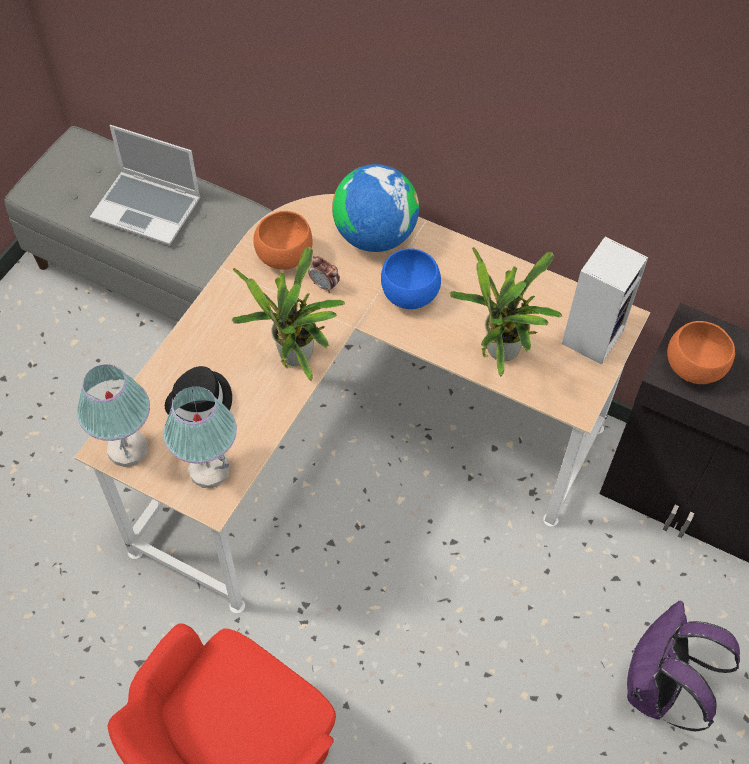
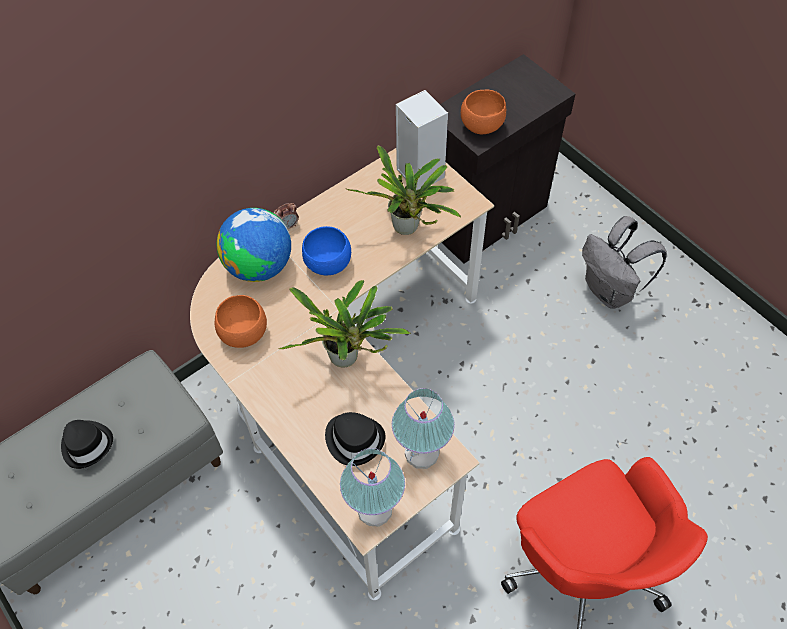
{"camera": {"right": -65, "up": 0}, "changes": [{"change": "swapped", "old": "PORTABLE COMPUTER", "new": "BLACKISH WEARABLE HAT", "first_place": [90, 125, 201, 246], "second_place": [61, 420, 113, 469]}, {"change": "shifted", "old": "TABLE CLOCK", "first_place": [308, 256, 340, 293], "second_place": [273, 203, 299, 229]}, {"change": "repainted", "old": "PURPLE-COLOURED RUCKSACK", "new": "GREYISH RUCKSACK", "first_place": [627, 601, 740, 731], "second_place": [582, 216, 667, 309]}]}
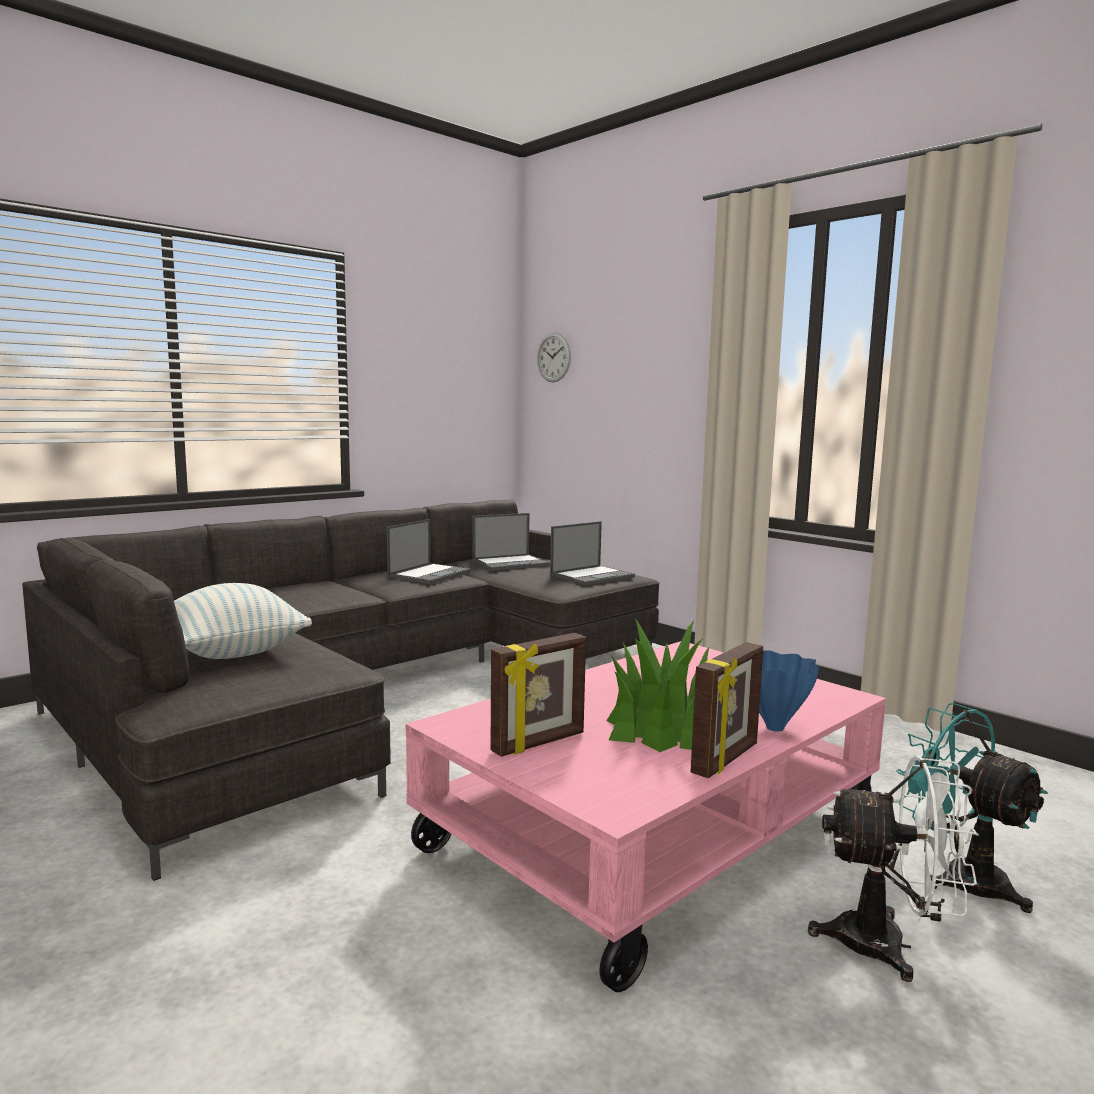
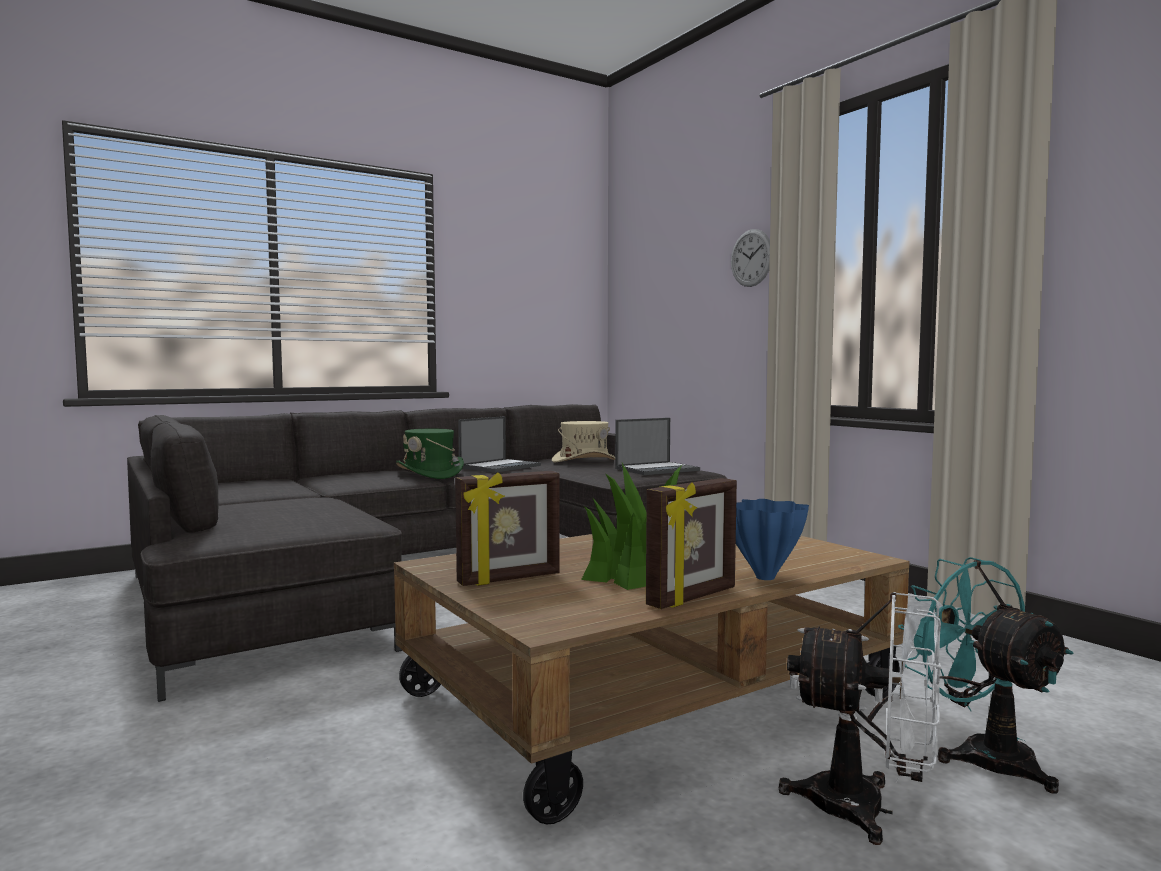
{"camera": {"right": 10, "up": -5}, "changes": [{"change": "shifted", "old": "WALL CLOCK", "first_place": [537, 332, 571, 382], "second_place": [731, 229, 770, 287]}, {"change": "swapped", "old": "PORTABLE COMPUTER", "new": "BEIGE-COLOURED WEARABLE HAT", "first_place": [473, 513, 550, 571], "second_place": [552, 421, 615, 463]}, {"change": "gone", "old": "THROW PILLOW", "first_place": [174, 583, 312, 659]}, {"change": "repainted", "old": "PINKISH LOUNGE TABLE", "new": "BROWNISH LOUNGE TABLE", "first_place": [405, 641, 886, 992], "second_place": [394, 534, 910, 824]}, {"change": "new", "new": "GREEN WEARABLE HAT", "second_place": [396, 429, 464, 479]}]}
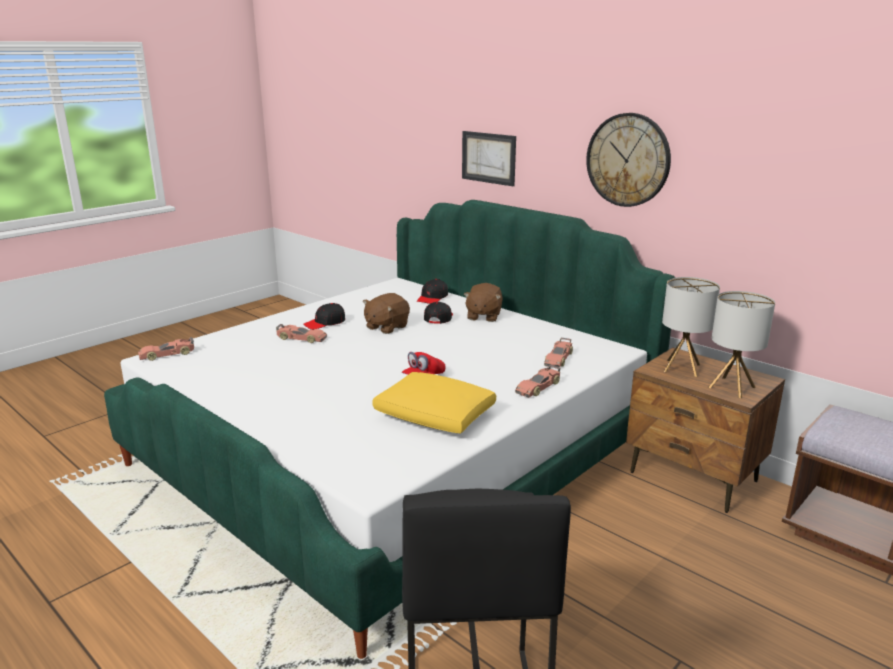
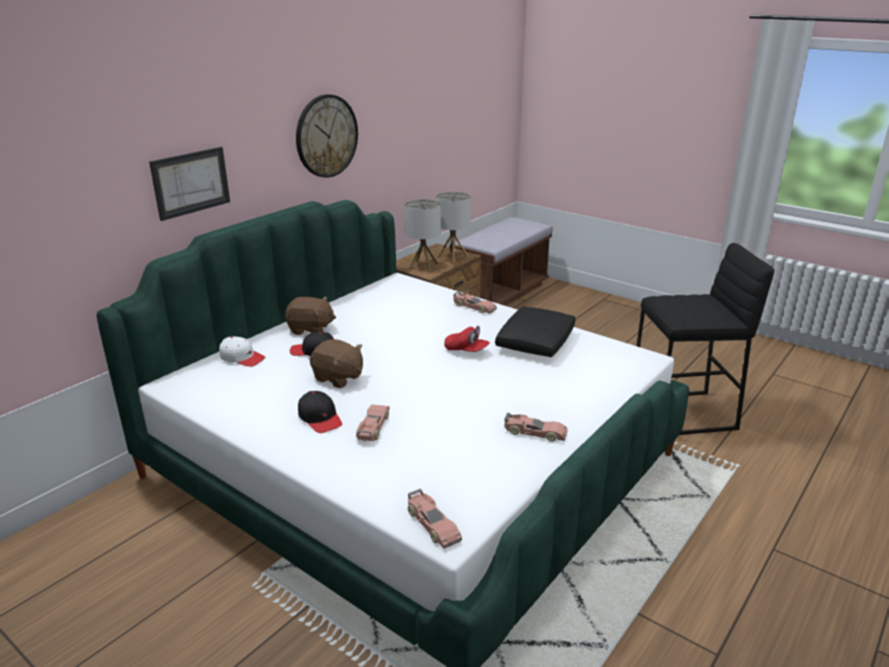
{"camera": {"right": -95, "up": 5}, "changes": [{"change": "repainted", "old": "BLACKISH BASEBALL CAP", "new": "WHITISH BASEBALL CAP", "first_place": [417, 279, 448, 304], "second_place": [219, 336, 265, 367]}, {"change": "shifted", "old": "MODEL CAR", "first_place": [544, 338, 573, 367], "second_place": [504, 413, 568, 442]}, {"change": "repainted", "old": "YELLOW-COLOURED THROW PILLOW", "new": "BLACKISH THROW PILLOW", "first_place": [372, 372, 496, 433], "second_place": [495, 306, 576, 357]}]}
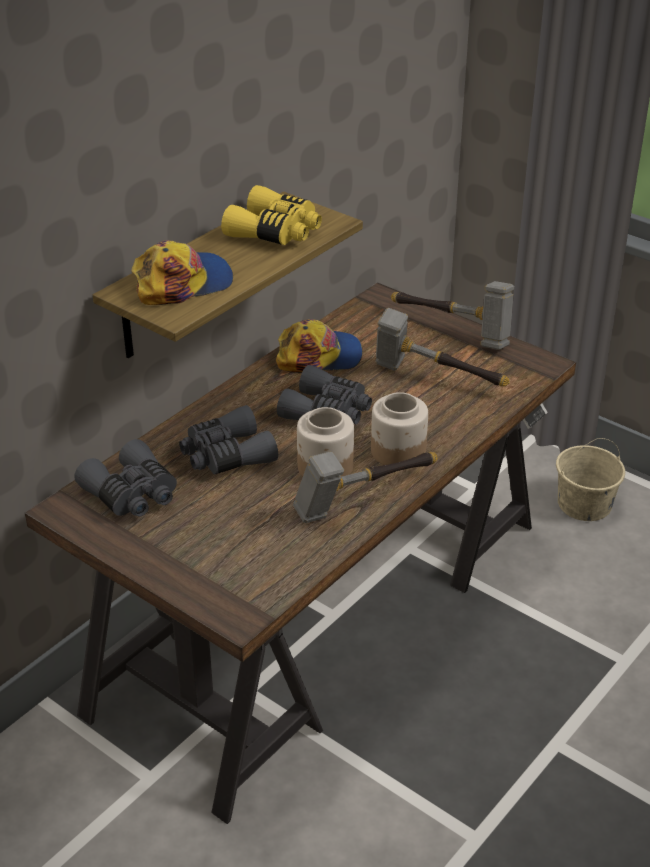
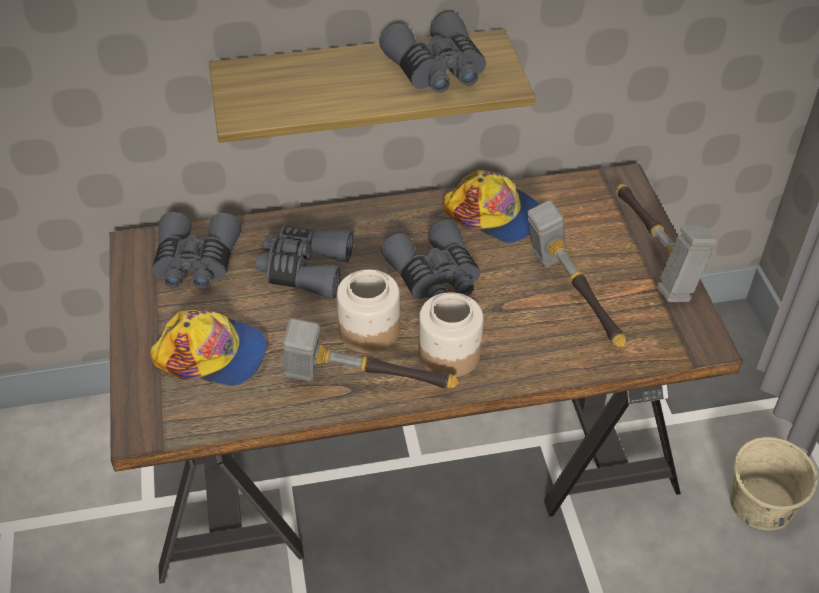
{"camera": {"right": 40, "up": 10}, "changes": [{"change": "repainted", "old": "YELLOW-COLOURED PAIR OF BINOCULARS", "new": "GREYISH PAIR OF BINOCULARS", "first_place": [221, 185, 322, 245], "second_place": [379, 12, 486, 93]}, {"change": "shifted", "old": "BASEBALL CAP", "first_place": [131, 240, 233, 305], "second_place": [150, 310, 267, 386]}]}
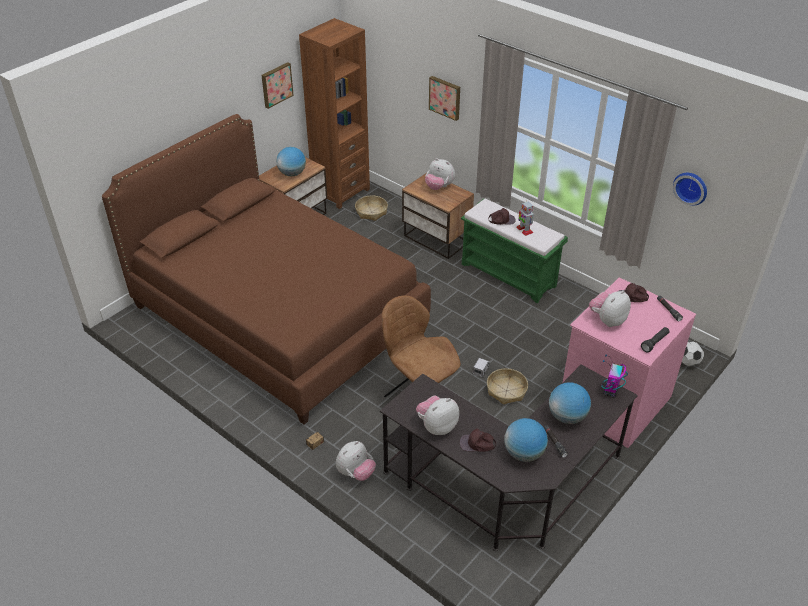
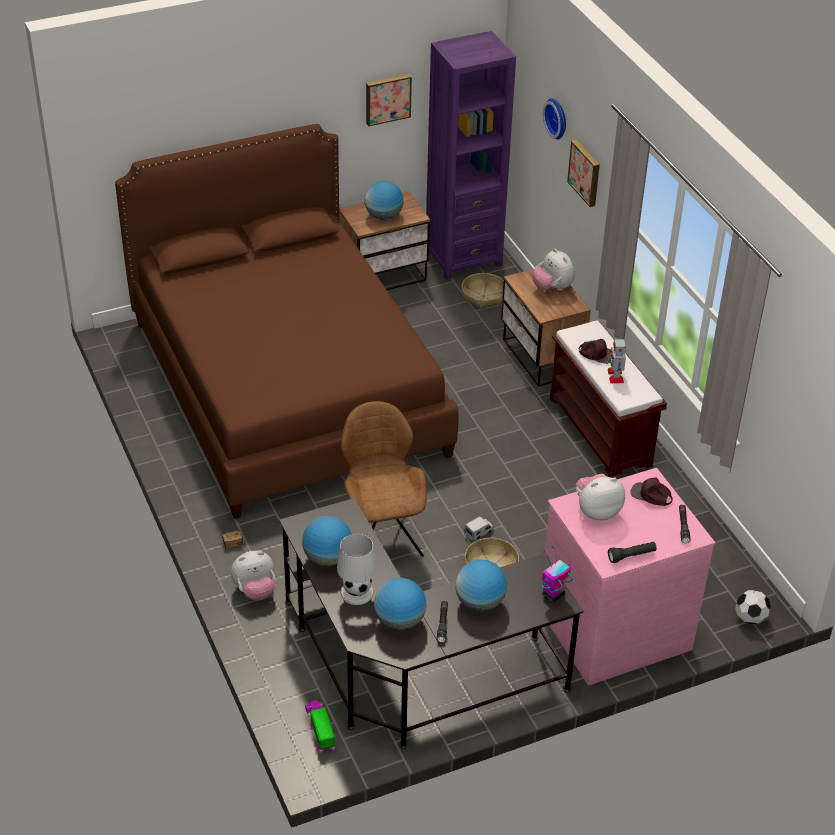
{"camera": {"right": 25, "up": 0}, "changes": [{"change": "repainted", "old": "BROWNISH SHELVING UNIT", "new": "PURPLE-COLOURED SHELVING UNIT", "first_place": [299, 18, 370, 209], "second_place": [426, 31, 516, 280]}, {"change": "shifted", "old": "WALL CLOCK", "first_place": [673, 173, 707, 206], "second_place": [543, 99, 566, 140]}, {"change": "repainted", "old": "GREEN INDOOR BENCH", "new": "BROWNISH INDOOR BENCH", "first_place": [461, 198, 568, 303], "second_place": [550, 320, 667, 478]}, {"change": "swapped", "old": "SOFT TOY", "new": "GLOBE", "first_place": [416, 395, 459, 435], "second_place": [302, 516, 352, 566]}, {"change": "swapped", "old": "BROWNISH BASEBALL CAP", "new": "WHITISH TABLE LAMP", "first_place": [460, 428, 496, 452], "second_place": [337, 534, 377, 605]}, {"change": "new", "new": "TOY LORRY", "second_place": [305, 700, 335, 753]}]}
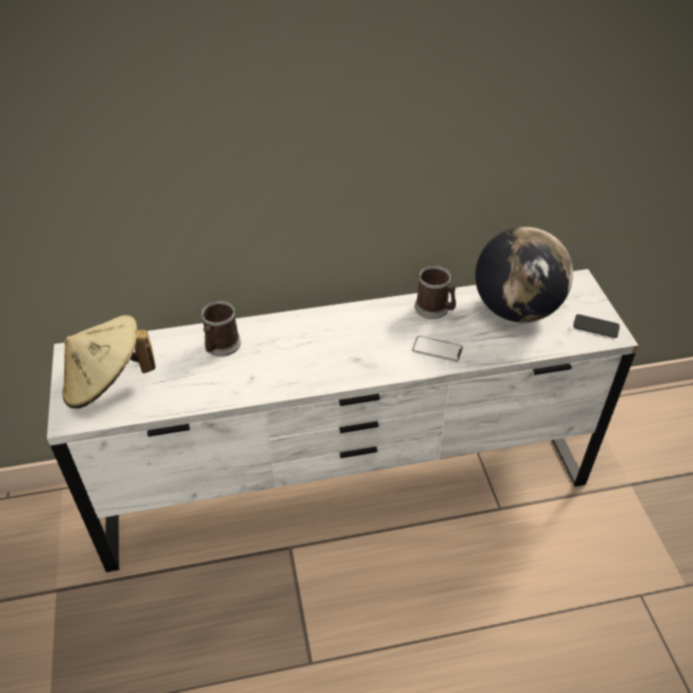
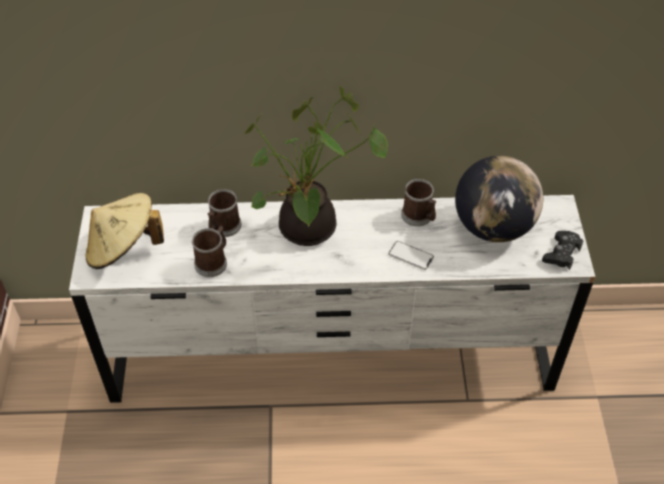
{"camera": {"right": 10, "up": 5}, "changes": [{"change": "swapped", "old": "TELEPHONE", "new": "BLACKISH JOYPAD", "first_place": [573, 314, 620, 338], "second_place": [542, 231, 583, 270]}, {"change": "new", "new": "HOUSEPLANT", "second_place": [244, 86, 388, 246]}, {"change": "new", "new": "COFFEE MUG", "second_place": [192, 226, 227, 277]}]}
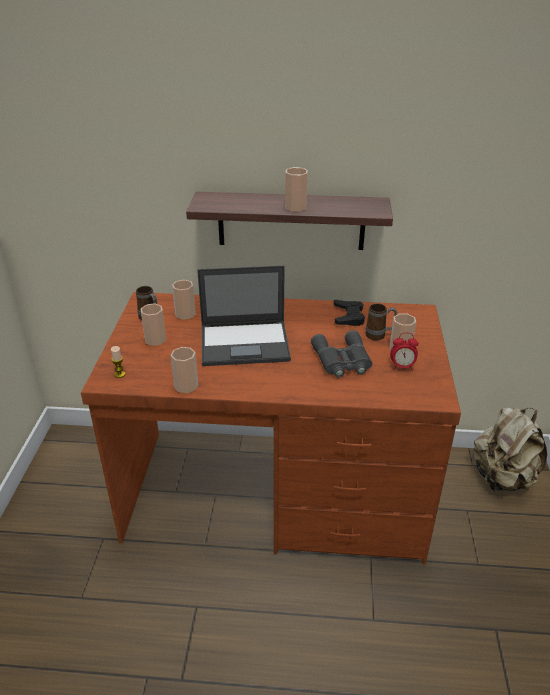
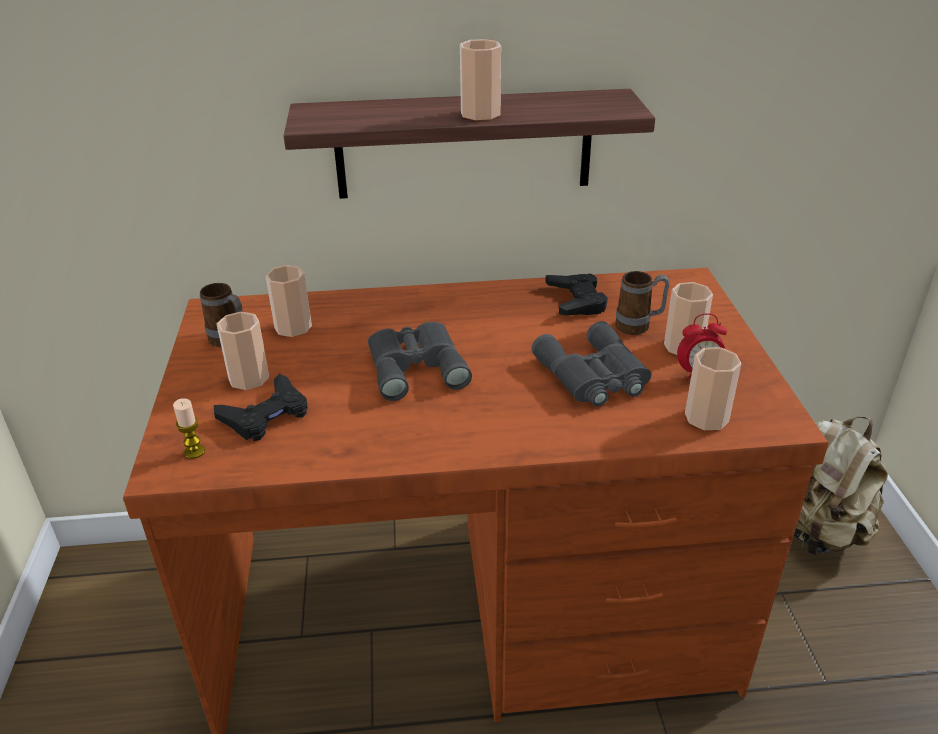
{"camera": {"right": -10, "up": 0}, "changes": [{"change": "swapped", "old": "PORTABLE COMPUTER", "new": "GREYISH PAIR OF BINOCULARS", "first_place": [197, 266, 291, 366], "second_place": [368, 322, 472, 401]}, {"change": "shifted", "old": "SMALL CUP", "first_place": [171, 347, 198, 393], "second_place": [685, 347, 741, 430]}, {"change": "new", "new": "BLACKISH JOYPAD", "second_place": [214, 374, 308, 441]}]}
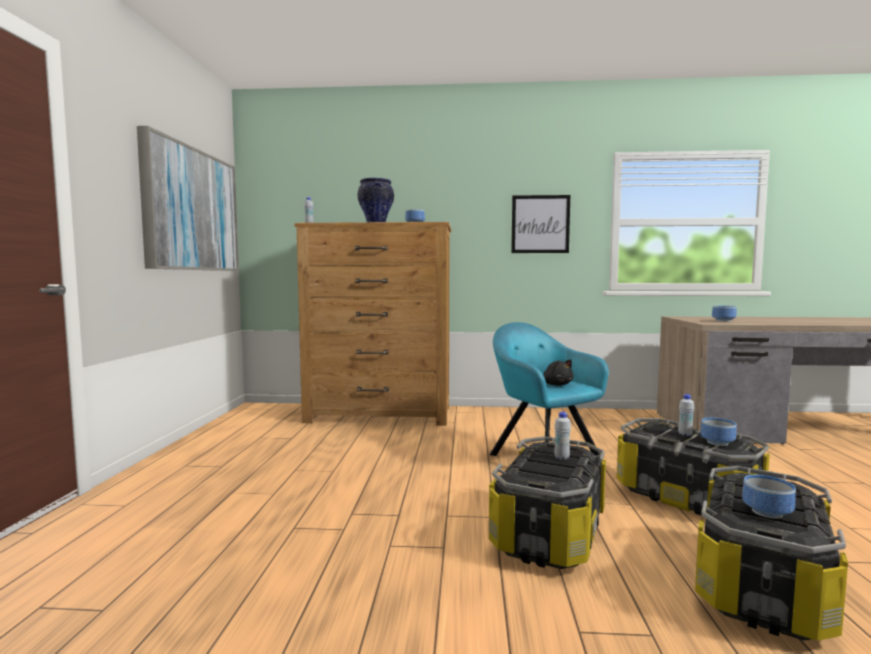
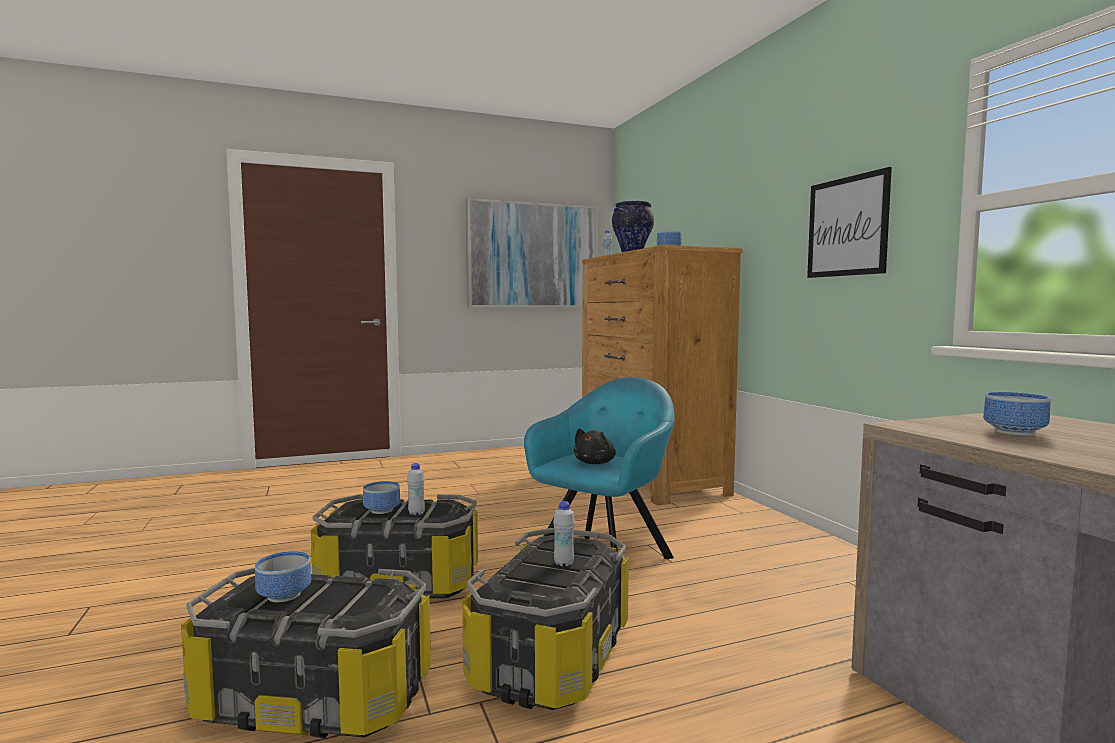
{"camera": {"right": 65, "up": 0}, "changes": [{"change": "shifted", "old": "SERVING BOWL", "first_place": [701, 418, 736, 446], "second_place": [363, 481, 400, 514]}]}
